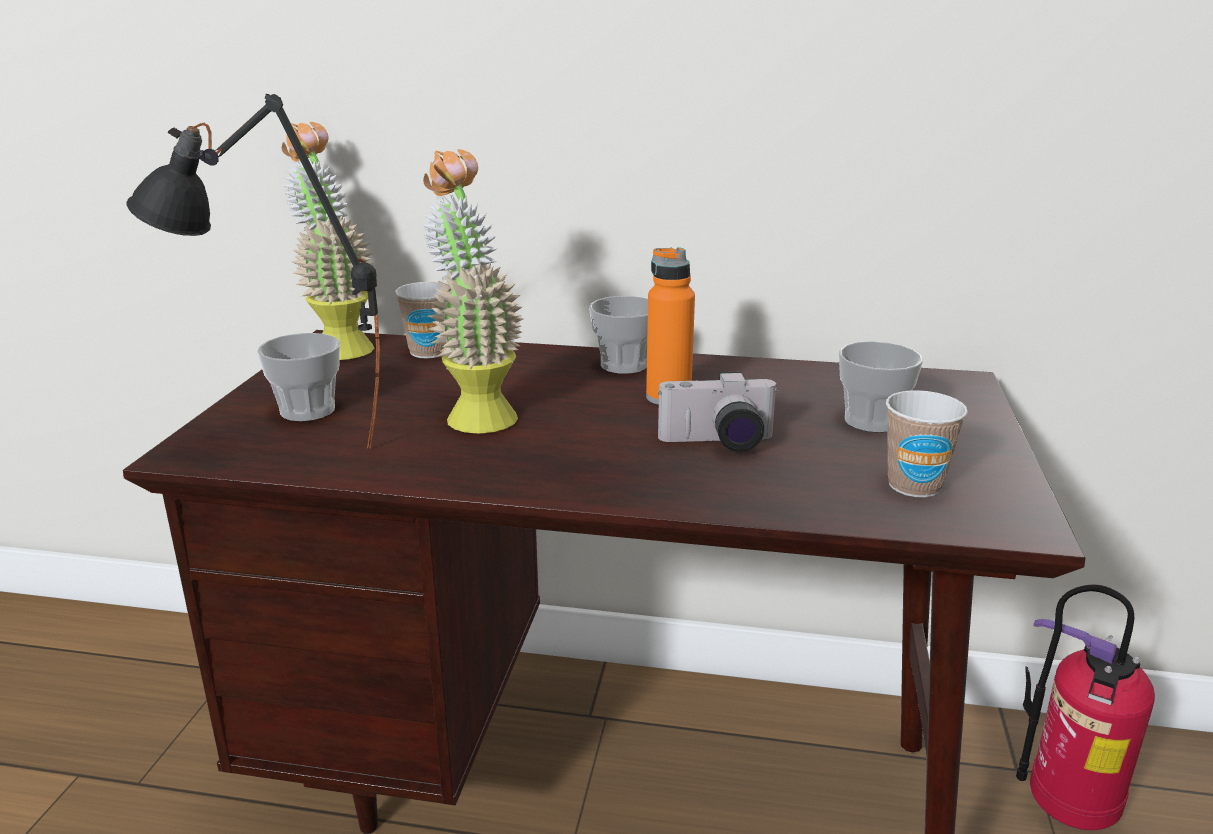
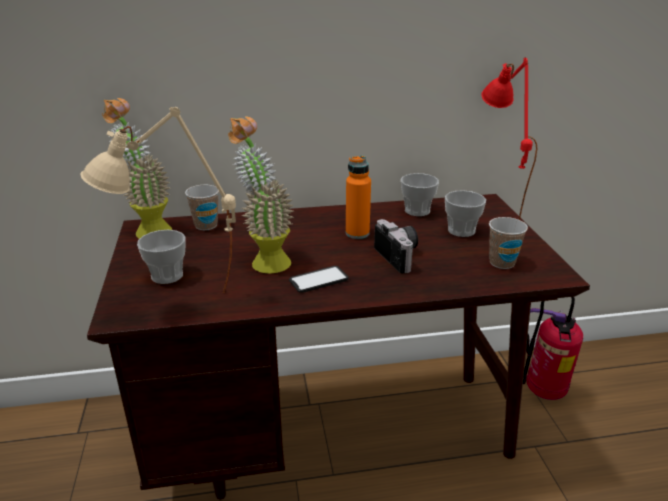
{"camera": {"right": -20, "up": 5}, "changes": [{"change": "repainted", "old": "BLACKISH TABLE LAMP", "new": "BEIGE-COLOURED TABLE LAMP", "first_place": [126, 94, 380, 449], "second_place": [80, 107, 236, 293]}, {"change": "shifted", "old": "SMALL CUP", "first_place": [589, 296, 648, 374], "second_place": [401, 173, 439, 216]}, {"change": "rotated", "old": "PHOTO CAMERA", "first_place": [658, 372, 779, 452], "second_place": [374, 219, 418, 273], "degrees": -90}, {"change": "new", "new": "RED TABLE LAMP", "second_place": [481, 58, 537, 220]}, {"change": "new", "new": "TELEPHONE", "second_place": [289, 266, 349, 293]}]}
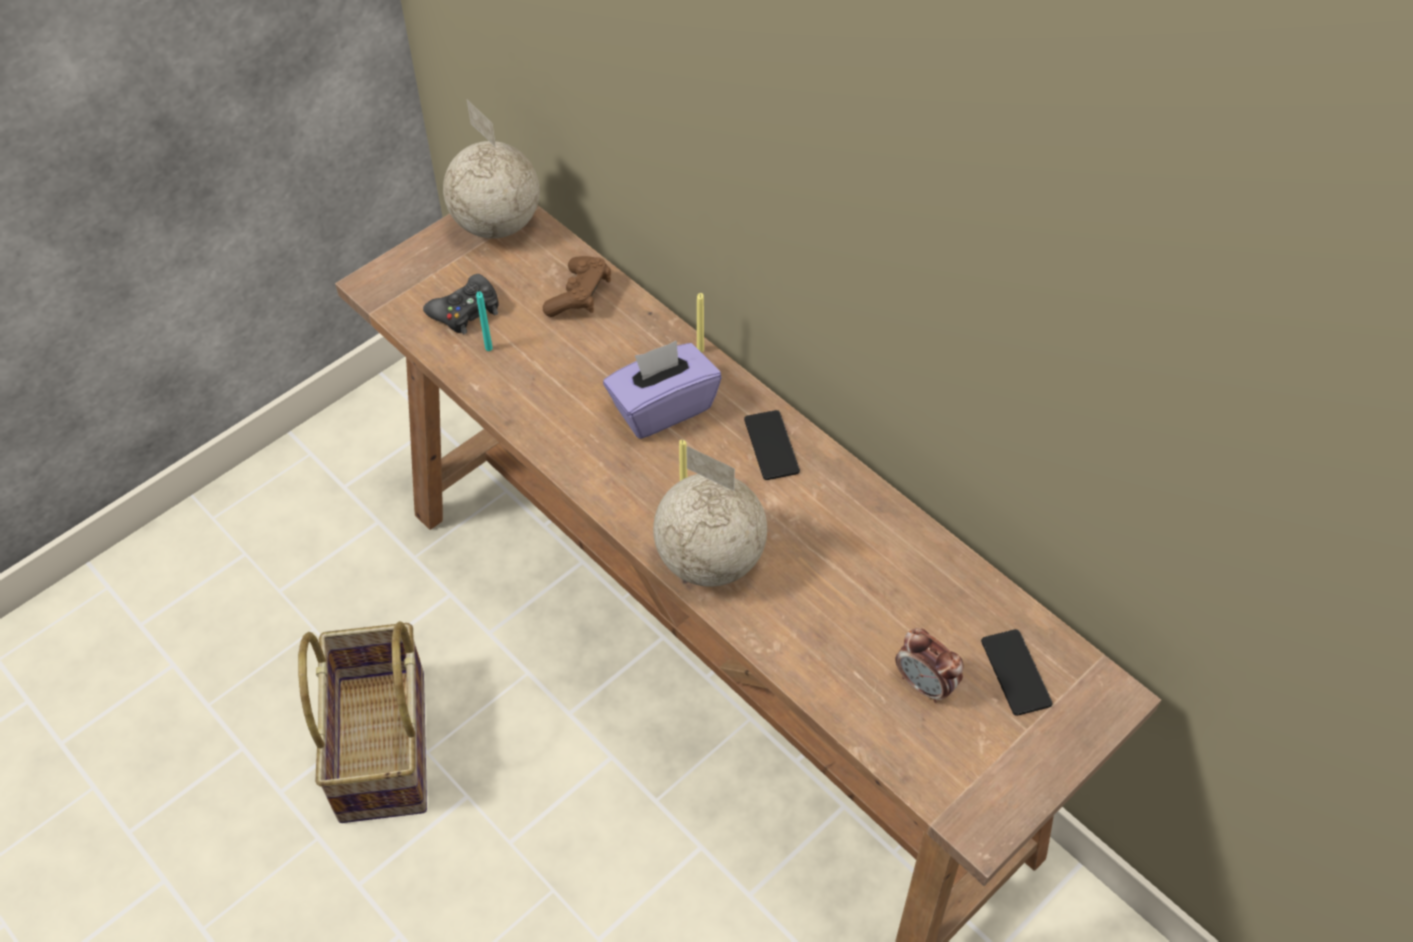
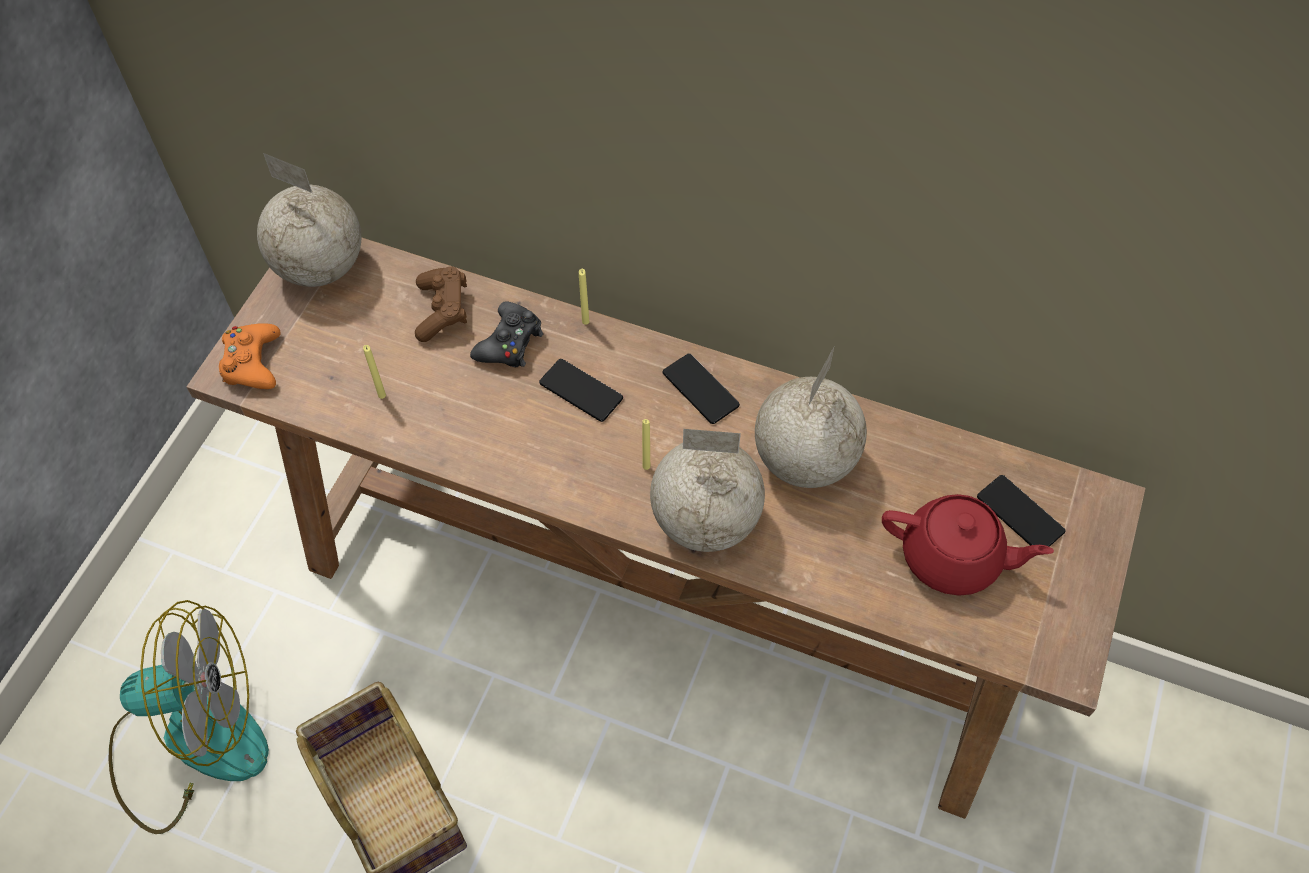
{"camera": {"right": -25, "up": 5}, "changes": [{"change": "shifted", "old": "BLACKISH JOYPAD", "first_place": [423, 274, 499, 334], "second_place": [470, 302, 543, 367]}, {"change": "repainted", "old": "TURQUOISE CANDLE", "new": "YELLOW-COLOURED CANDLE", "first_place": [476, 291, 493, 351], "second_place": [363, 345, 386, 399]}, {"change": "swapped", "old": "PURPLE-COLOURED BOX OF TISSUES", "new": "TELEPHONE", "first_place": [603, 341, 721, 439], "second_place": [539, 359, 623, 422]}, {"change": "swapped", "old": "TABLE CLOCK", "new": "RED POT FOR TEA", "first_place": [896, 628, 964, 703], "second_place": [882, 494, 1054, 596]}, {"change": "new", "new": "ORANGE-COLOURED JOYPAD", "second_place": [219, 323, 281, 389]}, {"change": "new", "new": "GLOBE", "second_place": [755, 347, 867, 488]}, {"change": "new", "new": "ELECTRIC FAN", "second_place": [109, 600, 269, 834]}]}
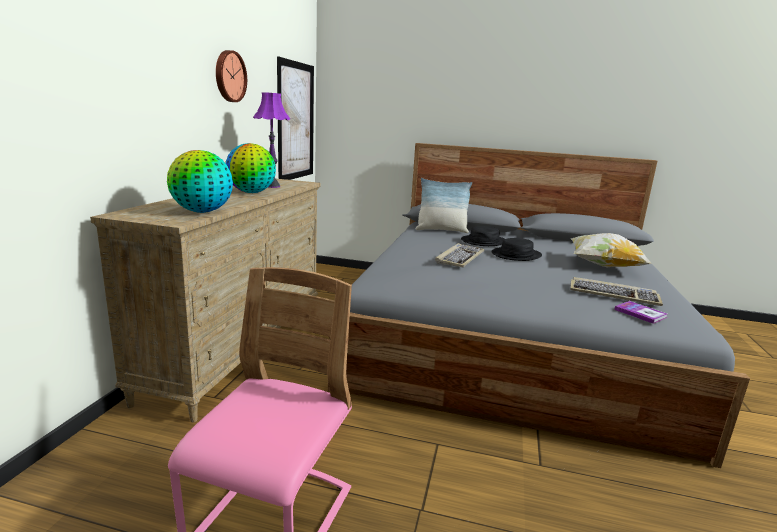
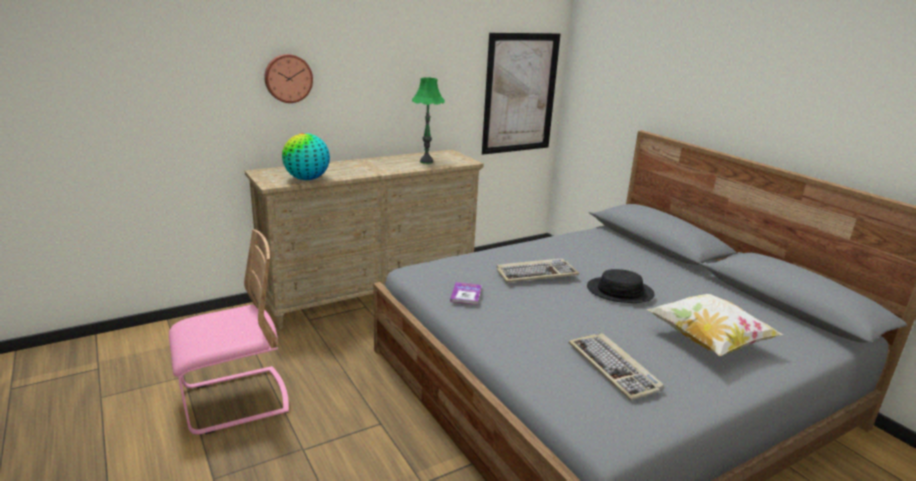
{"camera": {"right": 45, "up": 5}, "changes": [{"change": "shifted", "old": "WALL CLOCK", "first_place": [216, 50, 247, 102], "second_place": [264, 54, 313, 103]}, {"change": "repainted", "old": "PURPLE-COLOURED TABLE LAMP", "new": "GREEN TABLE LAMP", "first_place": [253, 92, 290, 188], "second_place": [412, 78, 445, 164]}, {"change": "gone", "old": "GLOBE", "first_place": [226, 143, 276, 193]}, {"change": "gone", "old": "THROW PILLOW", "first_place": [415, 178, 472, 233]}, {"change": "gone", "old": "BLACKISH WEARABLE HAT", "first_place": [461, 226, 505, 246]}, {"change": "shifted", "old": "BOUND BOOK", "first_place": [614, 301, 667, 324], "second_place": [450, 282, 482, 305]}]}
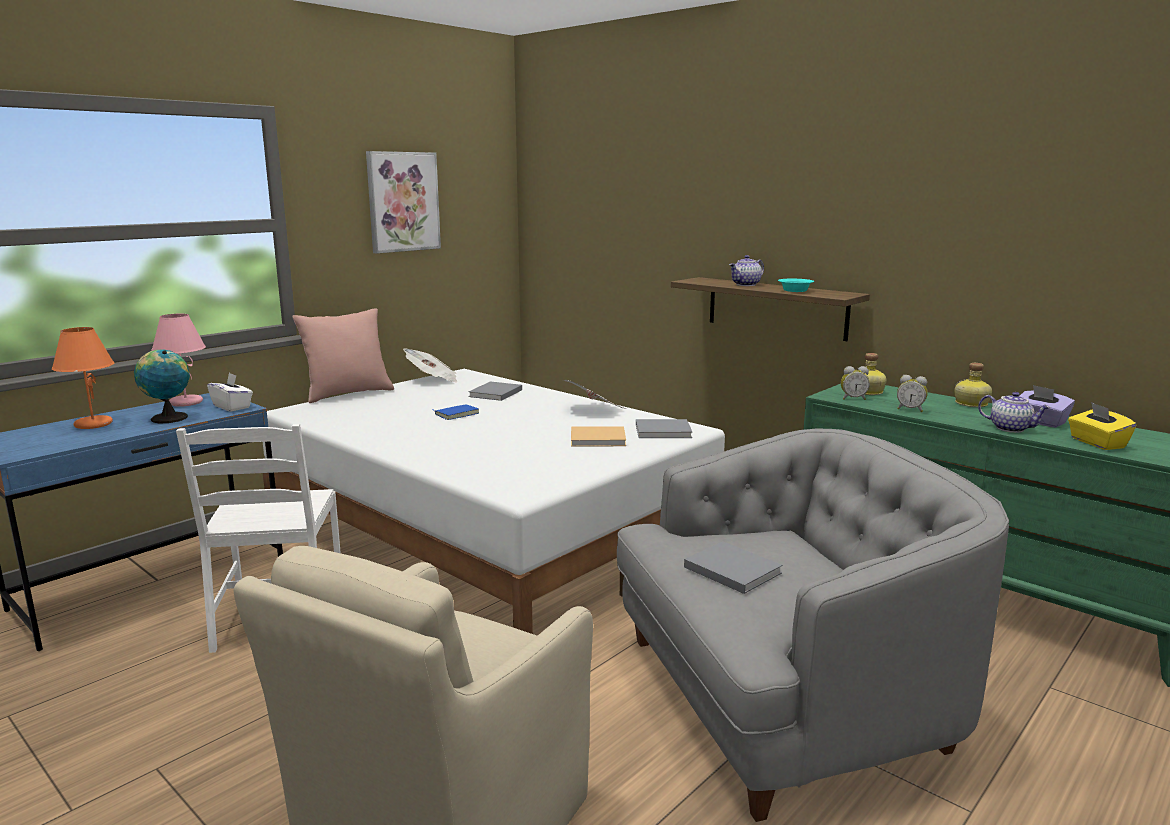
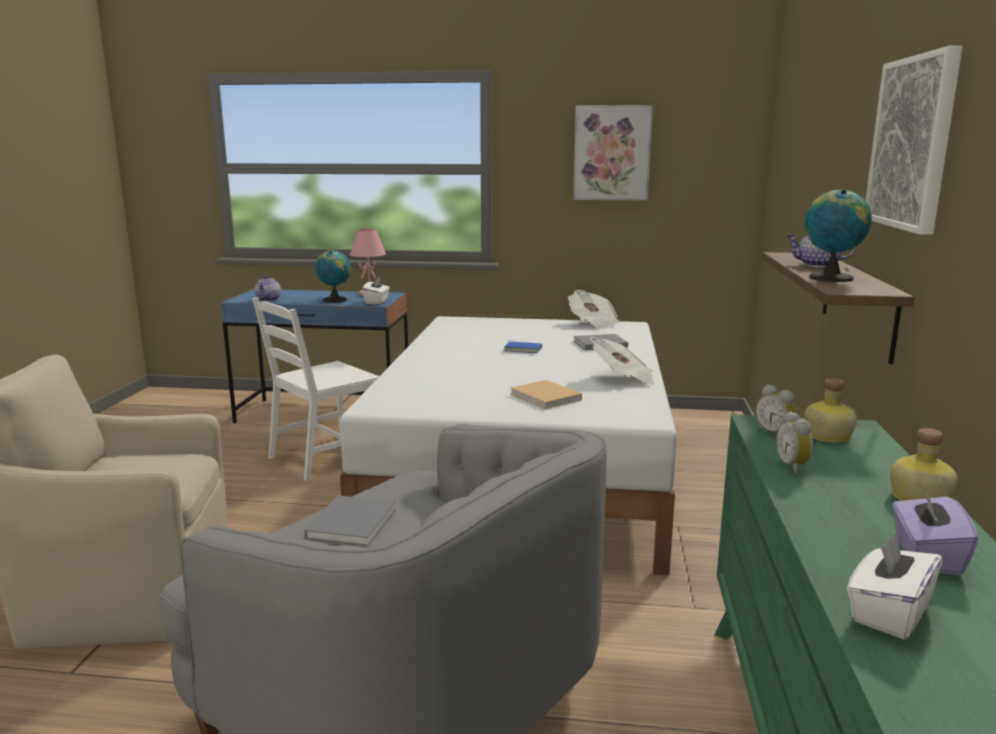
{"camera": {"right": 55, "up": 0}, "changes": [{"change": "swapped", "old": "TURQUOISE SERVING BOWL", "new": "GLOBE", "first_place": [778, 279, 814, 292], "second_place": [805, 189, 872, 282]}, {"change": "gone", "old": "PINKISH THROW PILLOW", "first_place": [292, 308, 394, 403]}, {"change": "gone", "old": "ORANGE-COLOURED TABLE LAMP", "first_place": [52, 327, 114, 429]}, {"change": "shifted", "old": "POT FOR TEA", "first_place": [978, 392, 1051, 433], "second_place": [255, 275, 281, 302]}, {"change": "repainted", "old": "YELLOW-COLOURED BOX OF TISSUES", "new": "WHITISH BOX OF TISSUES", "first_place": [1068, 402, 1137, 450], "second_place": [847, 531, 942, 639]}, {"change": "gone", "old": "GREYISH BOUND BOOK", "first_place": [636, 419, 692, 438]}, {"change": "new", "new": "PICTURE", "second_place": [865, 46, 963, 235]}]}
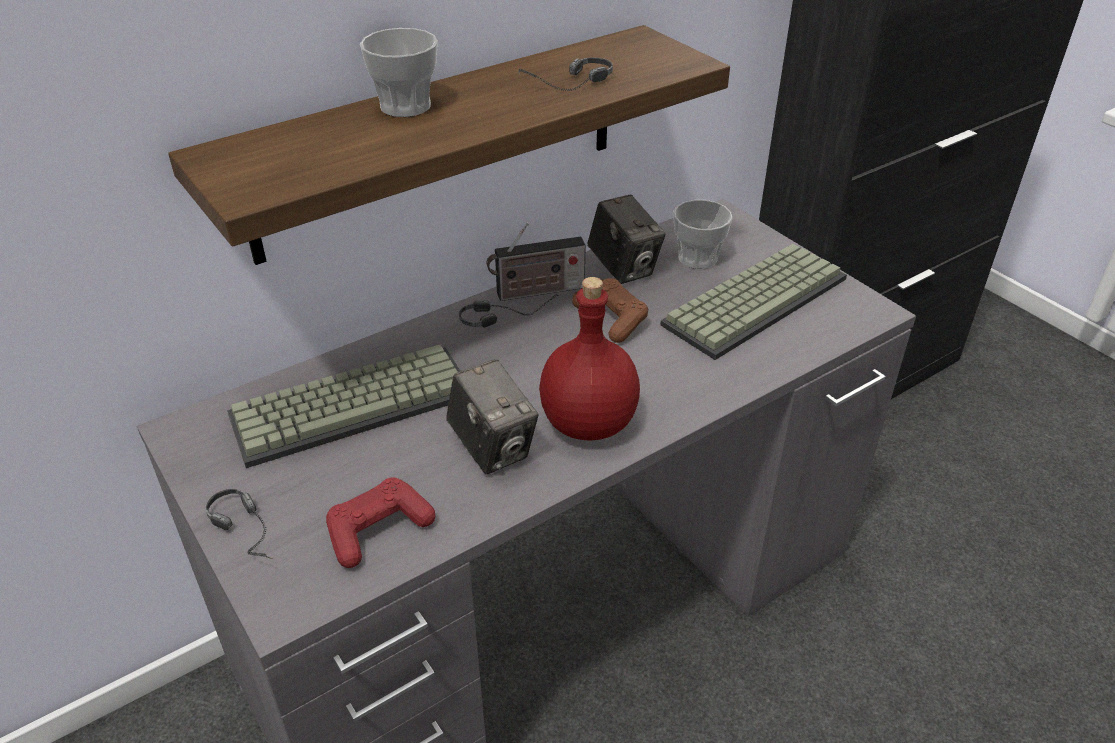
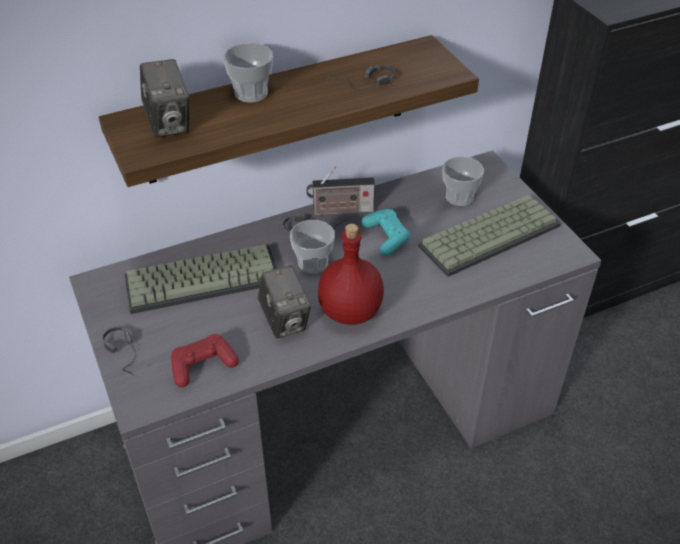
{"camera": {"right": 10, "up": 5}, "changes": [{"change": "shifted", "old": "PHOTO CAMERA", "first_place": [588, 195, 666, 284], "second_place": [140, 59, 189, 138]}, {"change": "repainted", "old": "BROWNISH JOYPAD", "new": "TURQUOISE JOYPAD", "first_place": [572, 278, 648, 343], "second_place": [362, 209, 410, 256]}, {"change": "new", "new": "SMALL CUP", "second_place": [290, 220, 335, 274]}]}
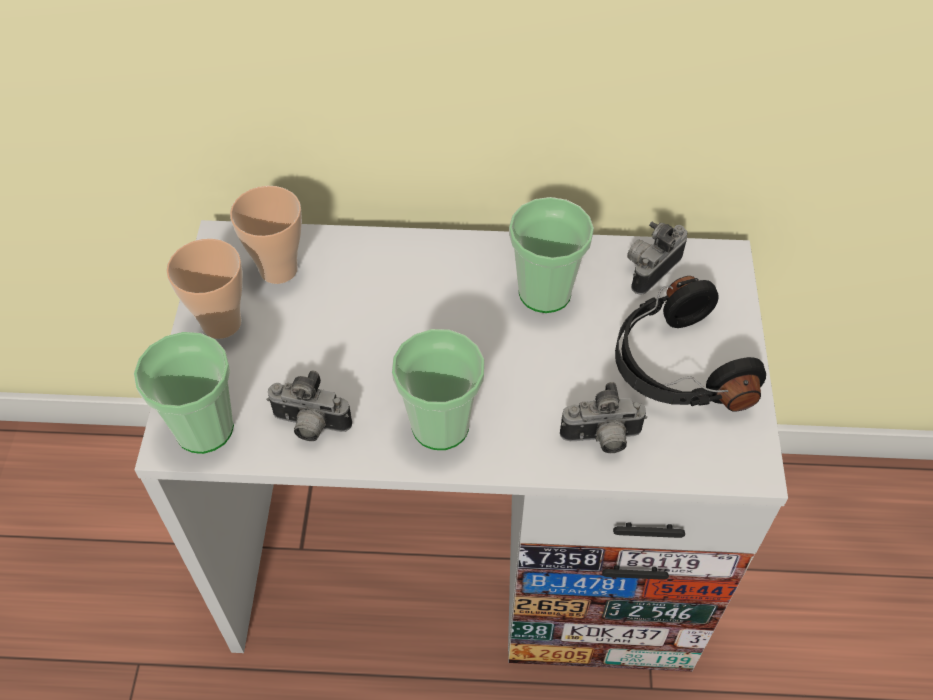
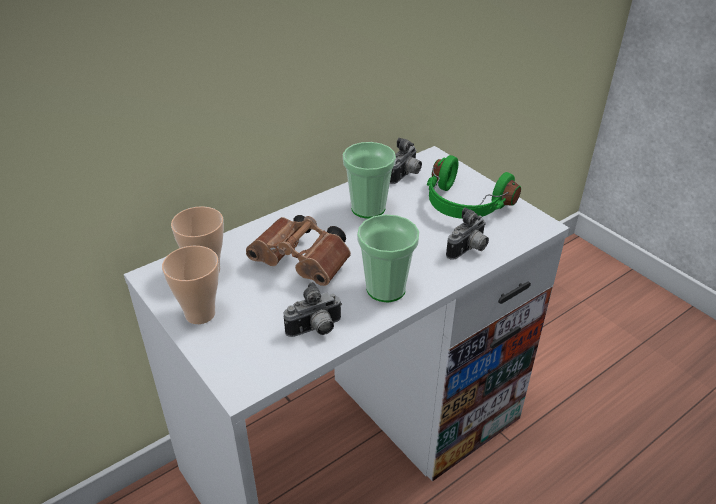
{"camera": {"right": -40, "up": -15}, "changes": [{"change": "rotated", "old": "PHOTO CAMERA", "first_place": [627, 222, 687, 295], "second_place": [390, 138, 422, 184], "degrees": -150}, {"change": "repainted", "old": "BLACKISH HEADSET", "new": "GREEN HEADSET", "first_place": [615, 276, 766, 412], "second_place": [427, 155, 521, 219]}, {"change": "gone", "old": "SMALL CUP", "first_place": [134, 332, 234, 454]}, {"change": "new", "new": "BROWNISH PAIR OF BINOCULARS", "second_place": [246, 215, 351, 286]}]}
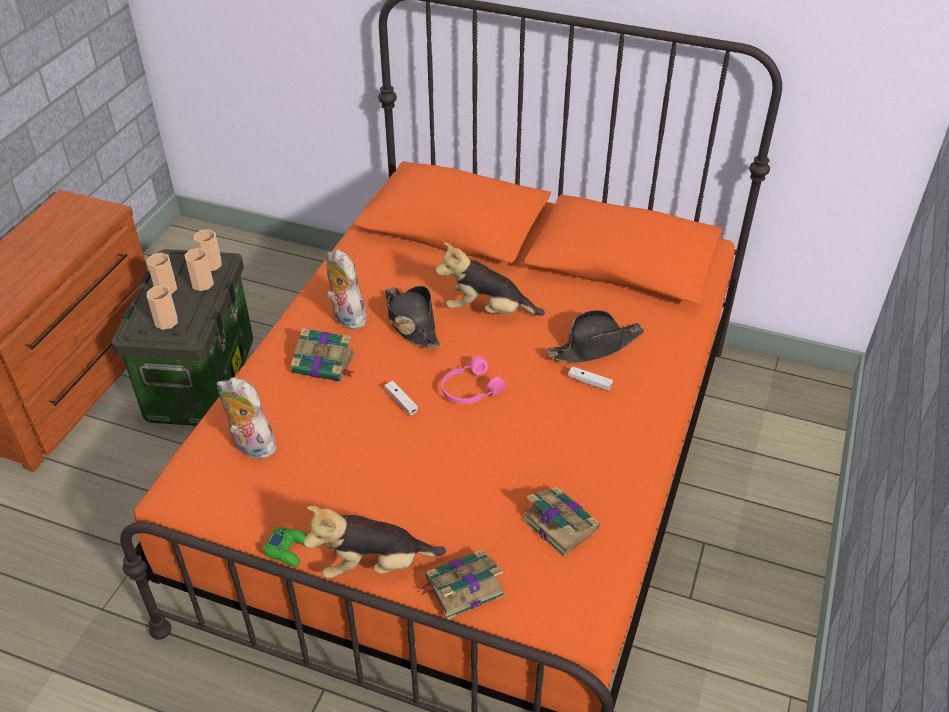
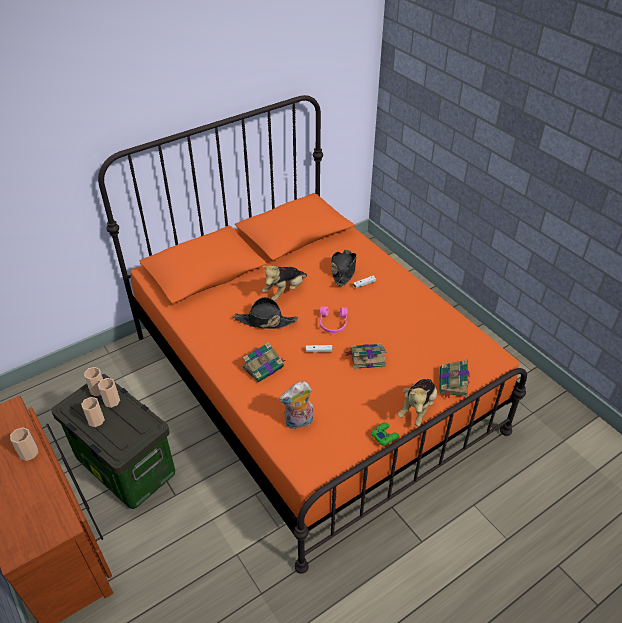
{"camera": {"right": -55, "up": 0}, "changes": [{"change": "gone", "old": "SOFT TOY", "first_place": [327, 249, 370, 329]}, {"change": "shifted", "old": "SMALL CUP", "first_place": [147, 285, 178, 330], "second_place": [10, 427, 38, 461]}, {"change": "shifted", "old": "BOUND BOOK", "first_place": [522, 487, 600, 557], "second_place": [345, 343, 387, 369]}]}
